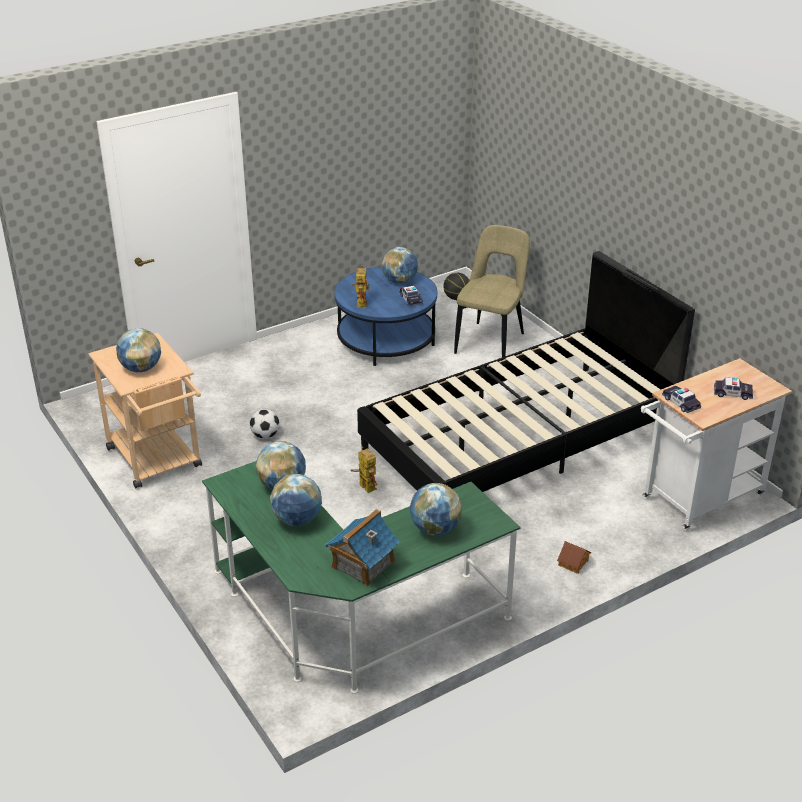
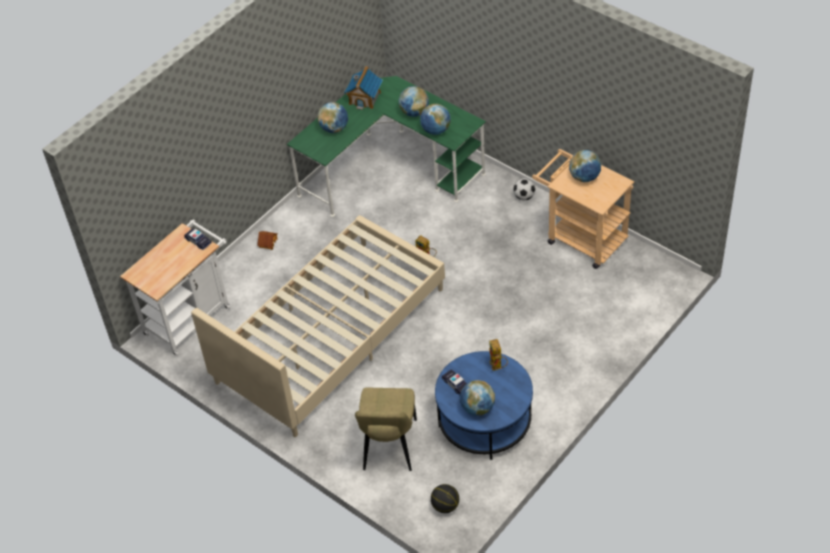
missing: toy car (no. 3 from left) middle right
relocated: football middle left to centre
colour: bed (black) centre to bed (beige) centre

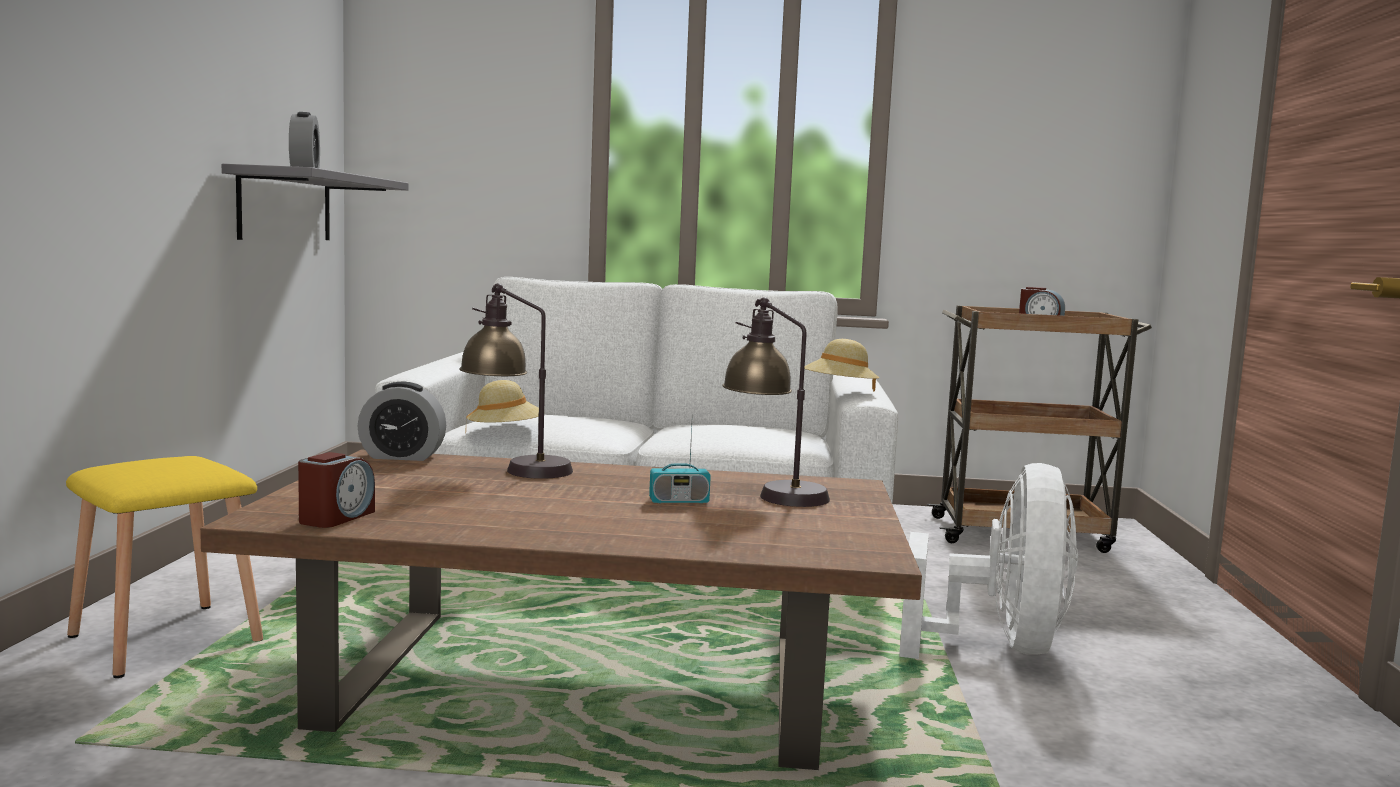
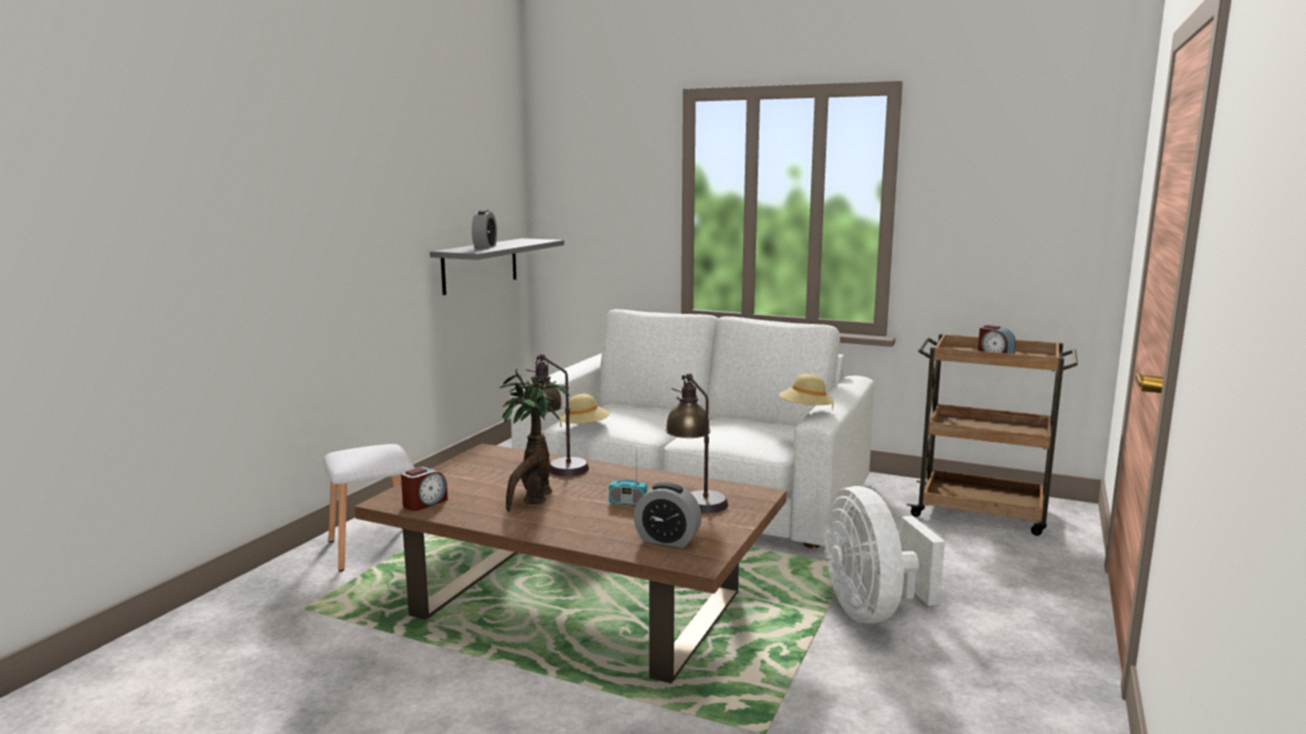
appeared: potted plant centre
relocated: alarm clock (no. 3 from left) middle left to bottom centre
colour: stool (yellow) bottom left to stool (white) bottom left
spun: fan (white) bottom right = bottom right 135 degrees clockwise

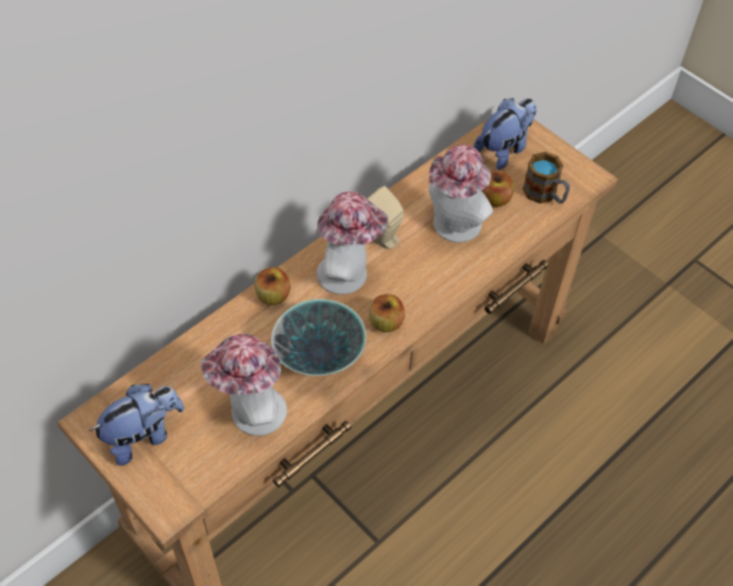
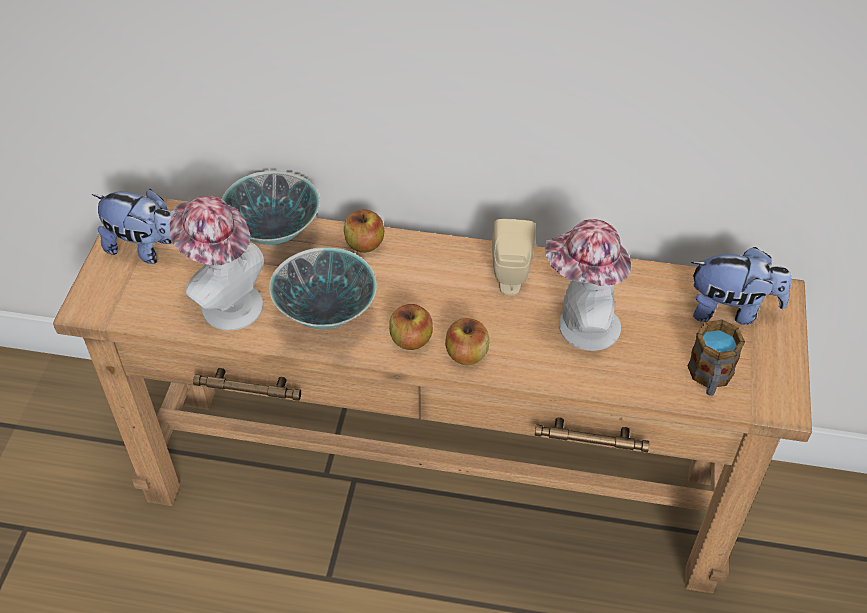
missing: hat (no. 2 from left) centre
appeared: bowl (no. 1 from left) middle left
relocated: apple (no. 3 from left) top right to centre

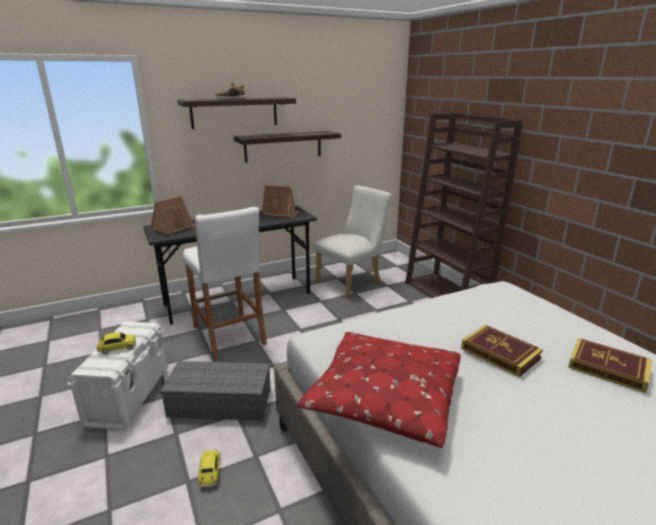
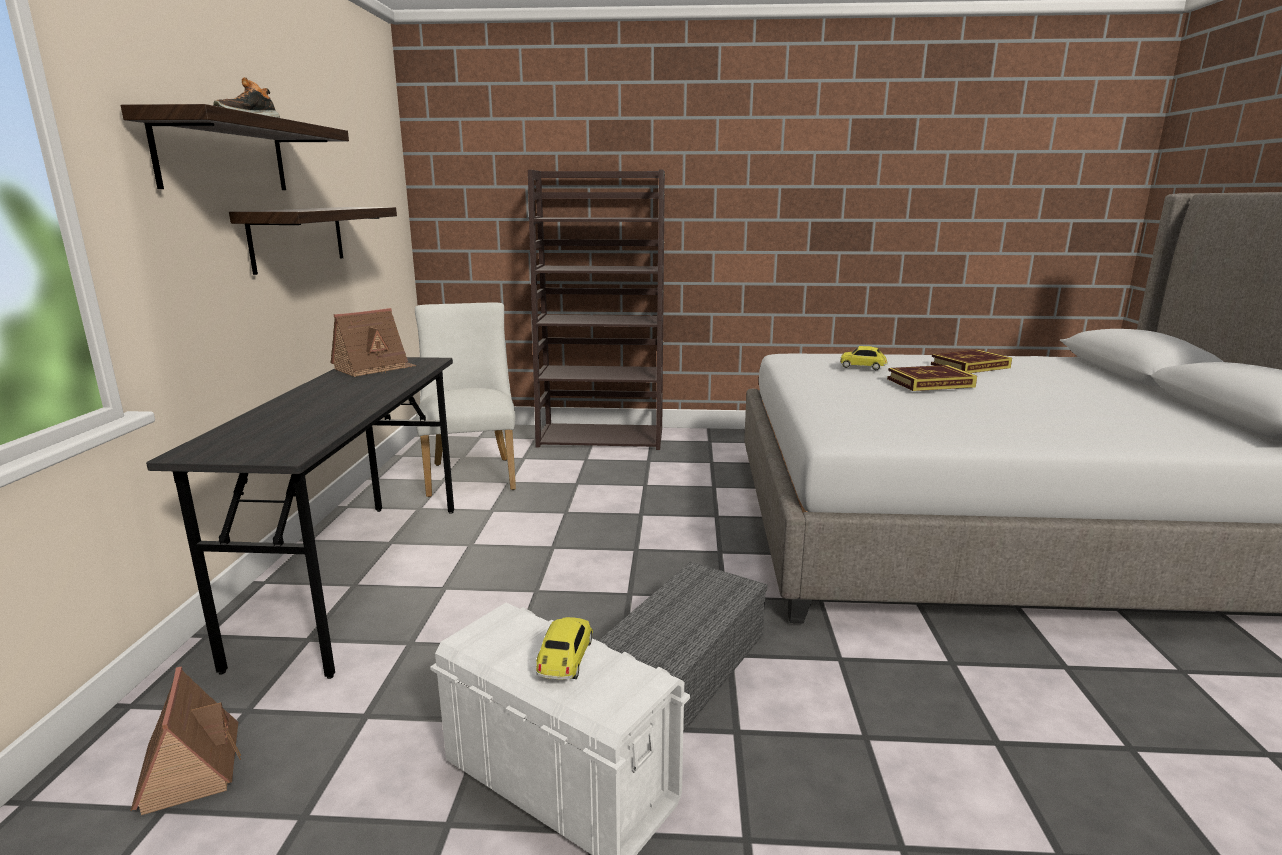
missing: stool (white) centre; pillow (red) bottom centre
relocated: toy house (no. 1 from left) middle left to bottom left; toy car (no. 2 from left) bottom left to middle right

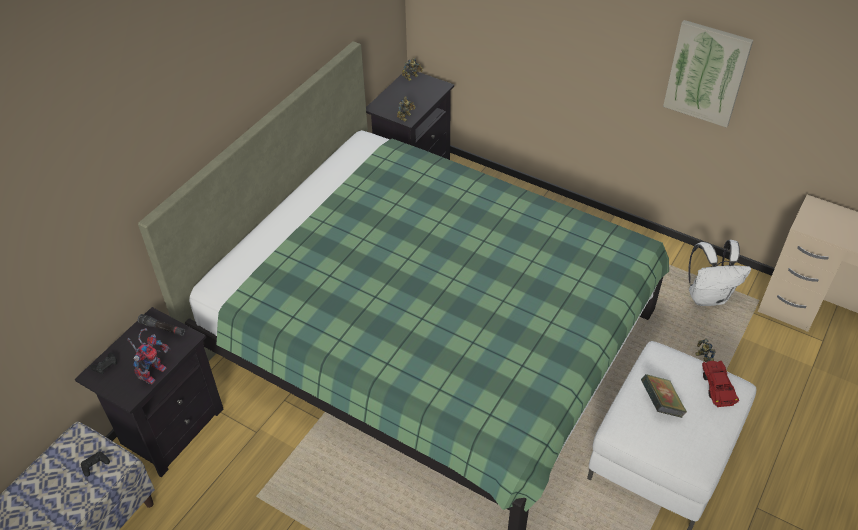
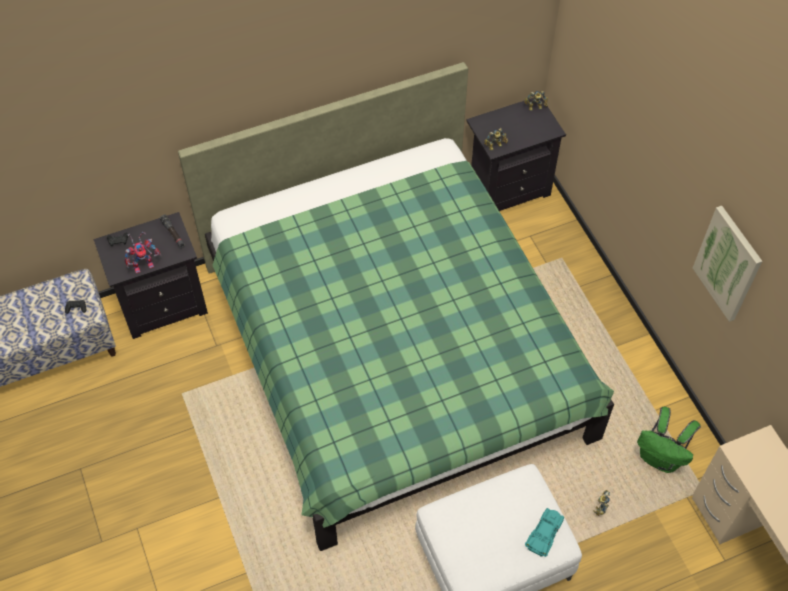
missing: book bottom right
colour: backpack (white) middle right to backpack (green) bottom right; toy car (red) bottom right to toy car (turquoise) bottom right

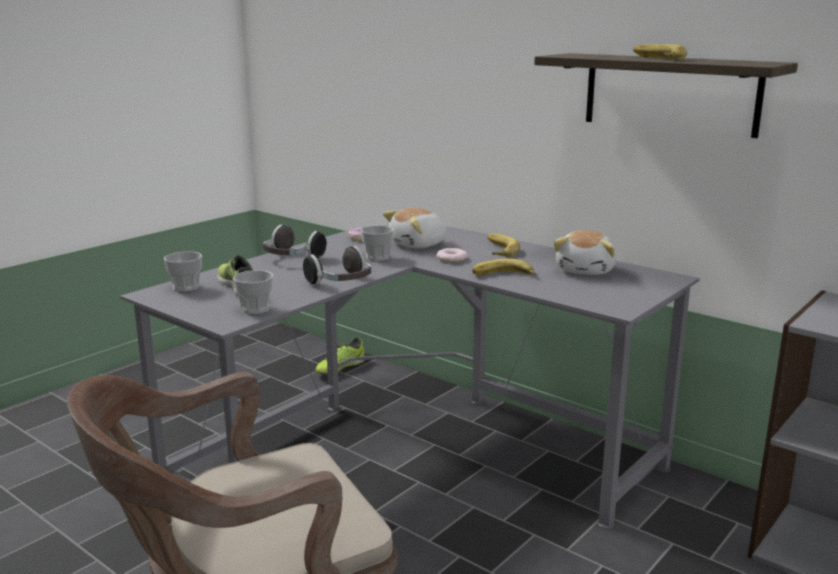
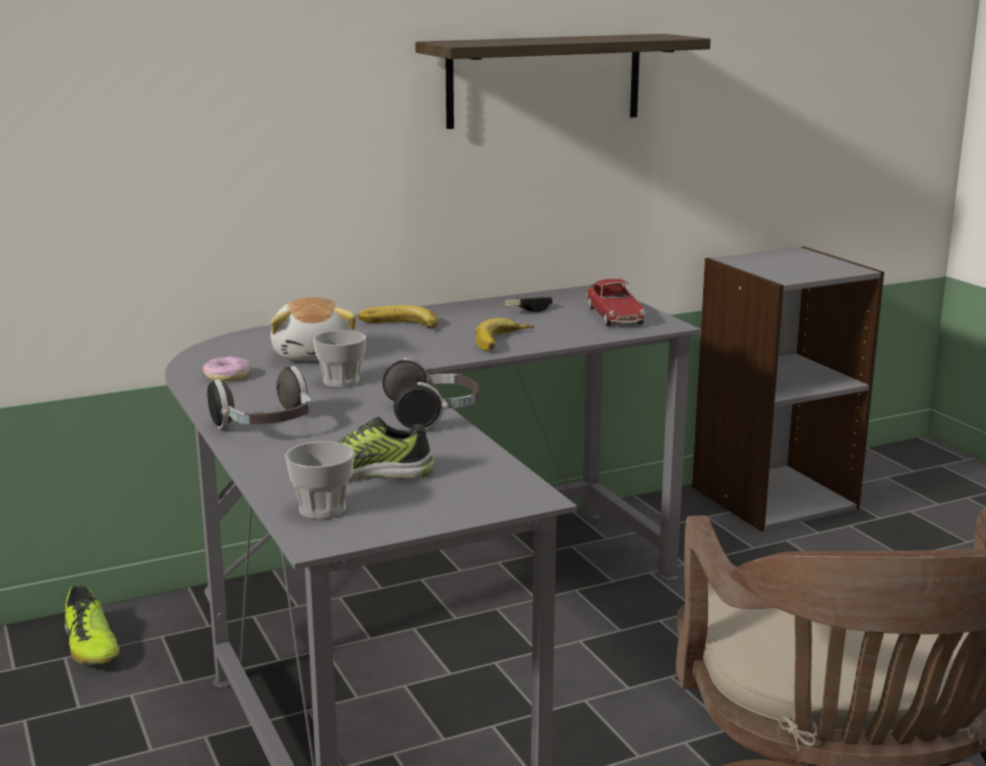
missing: cup (no. 2 from left) middle left; donut (no. 2 from left) centre; banana (no. 3 from left) top right
appeared: toy car centre
exchanged: plush toy (no. 2 from left) middle right to game controller centre

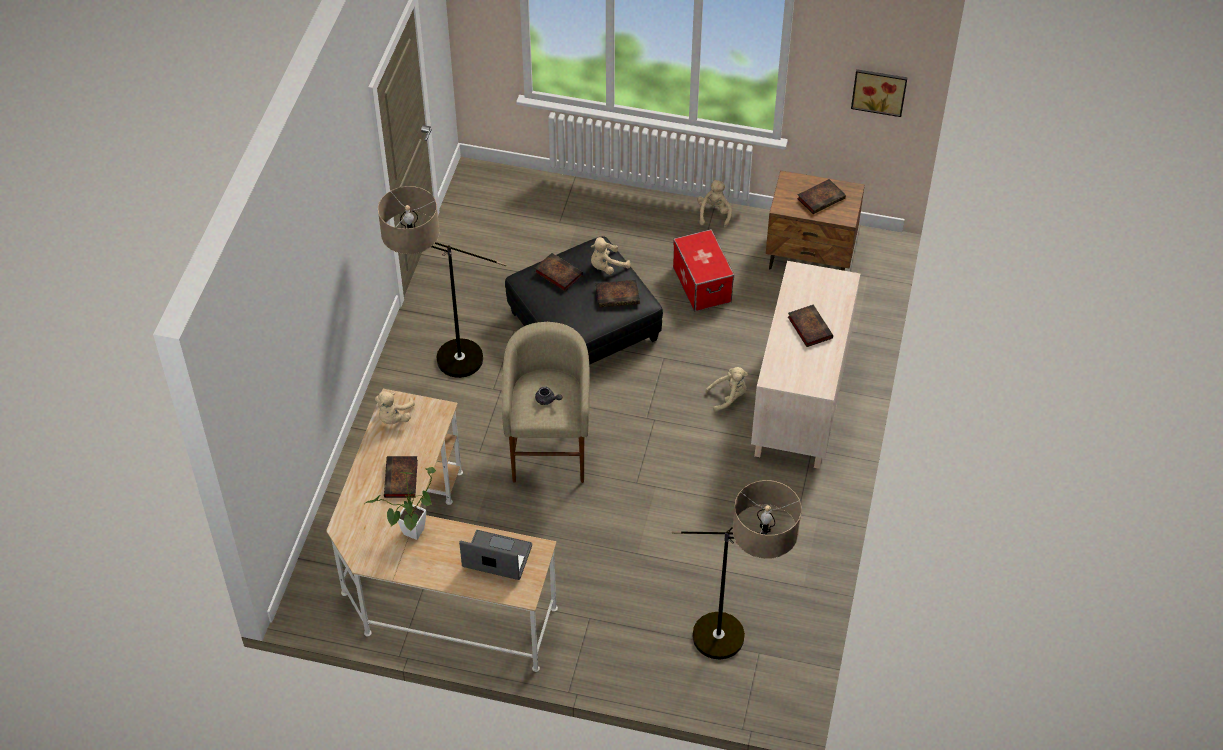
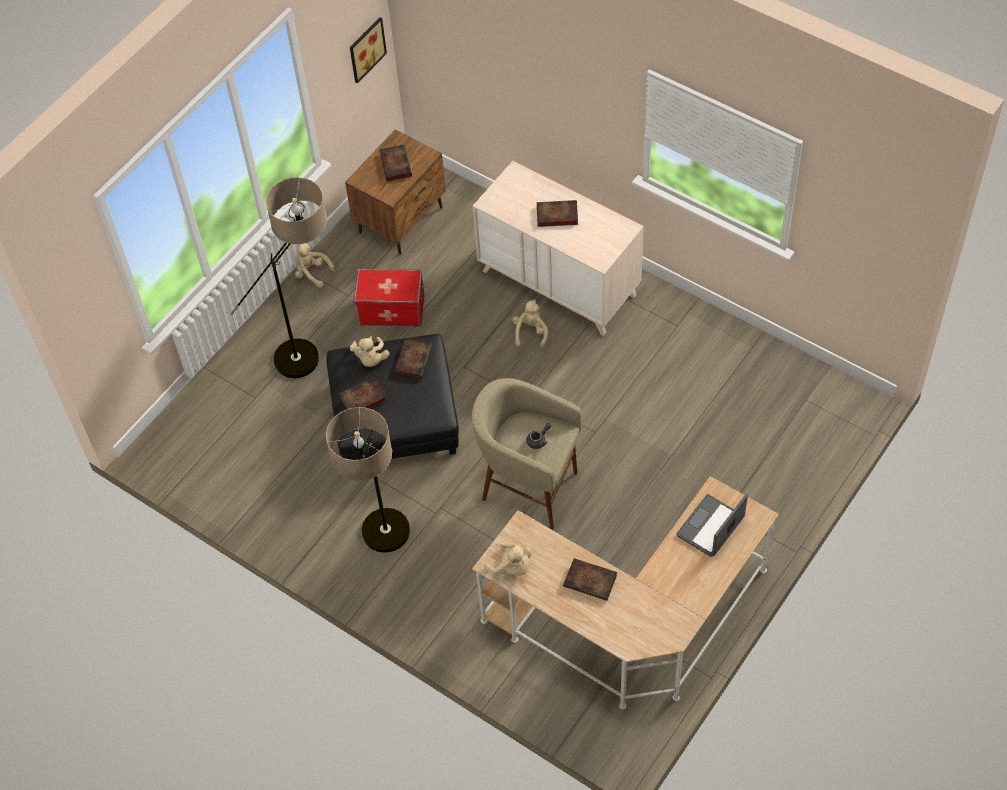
missing: potted plant bottom left
relocated: floor lamp (no. 2 from left in the first image) bottom centre to floor lamp (no. 1 from left) middle left

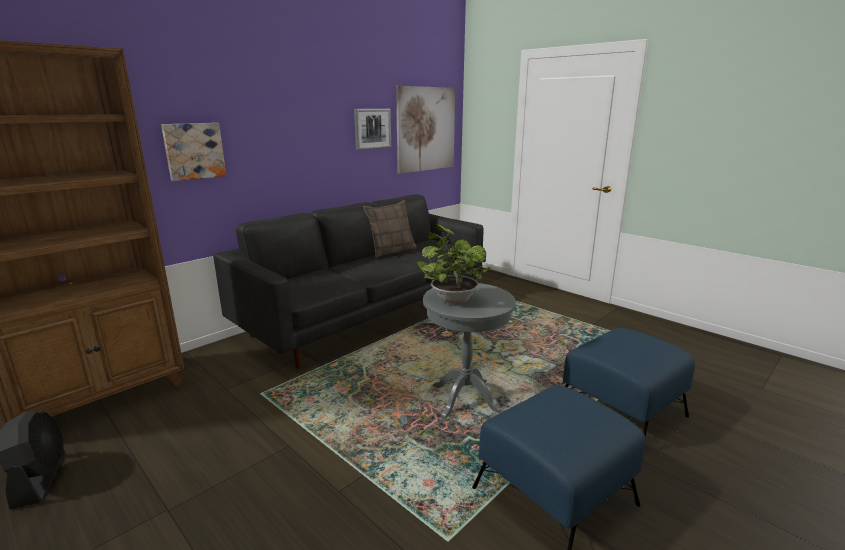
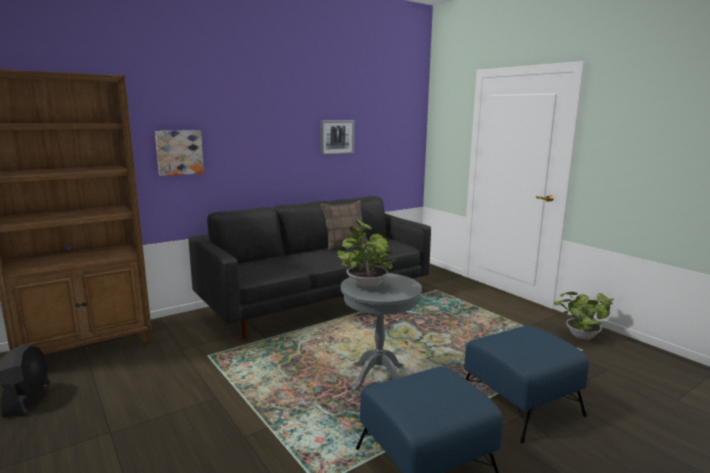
missing: picture (no. 3 from left) top centre
appeared: potted plant (no. 2 from left) bottom right

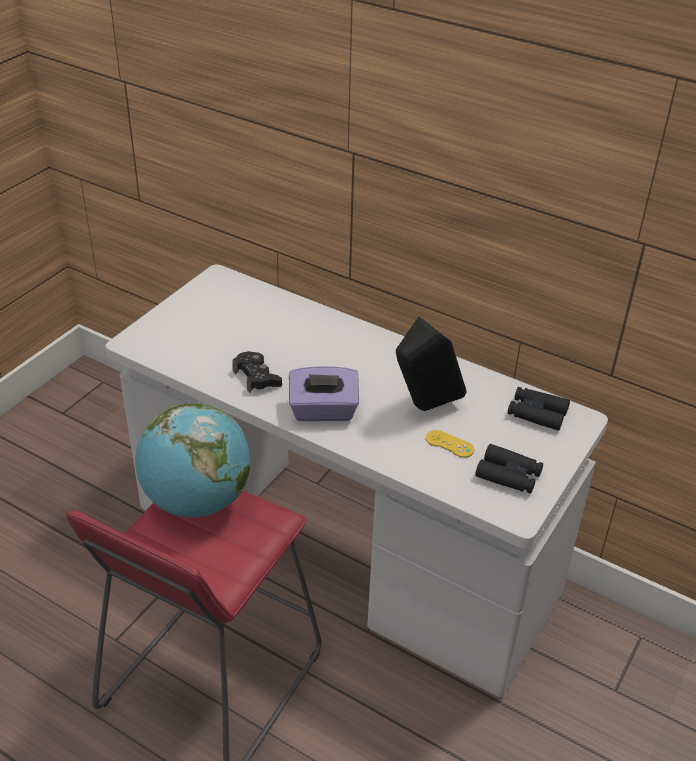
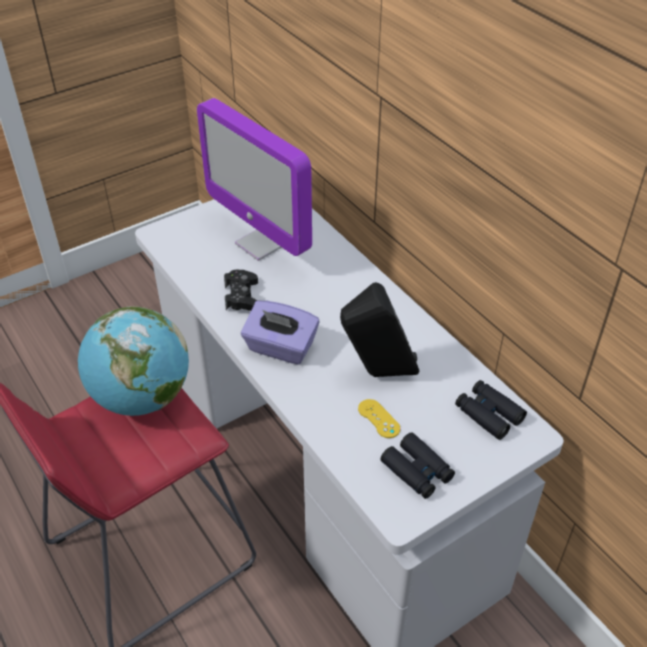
appeared: monitor top centre

